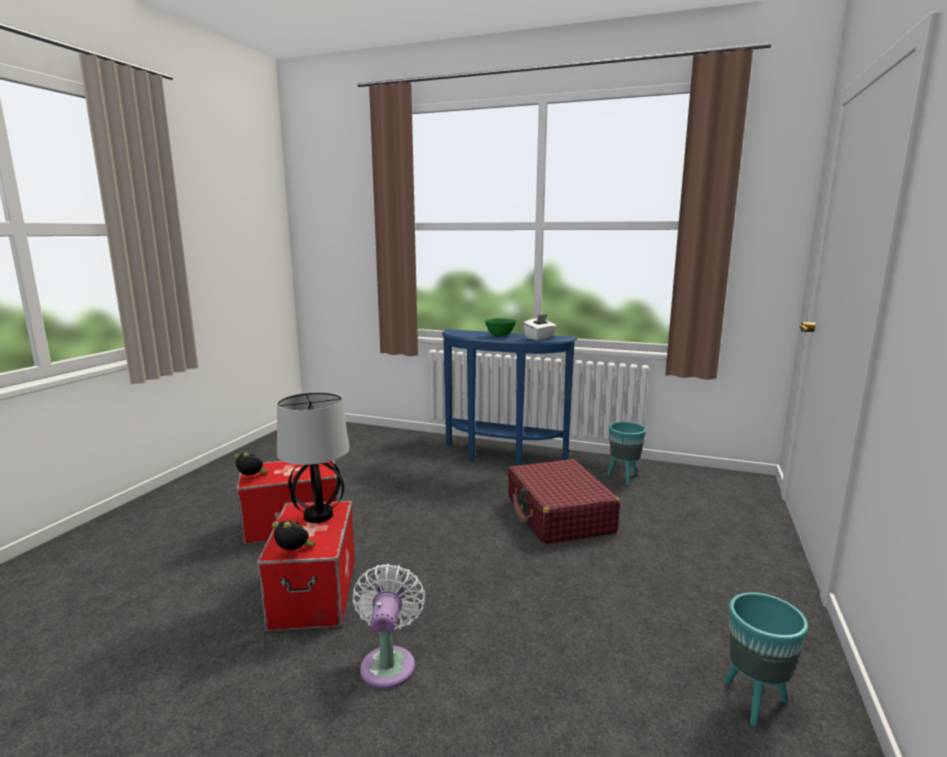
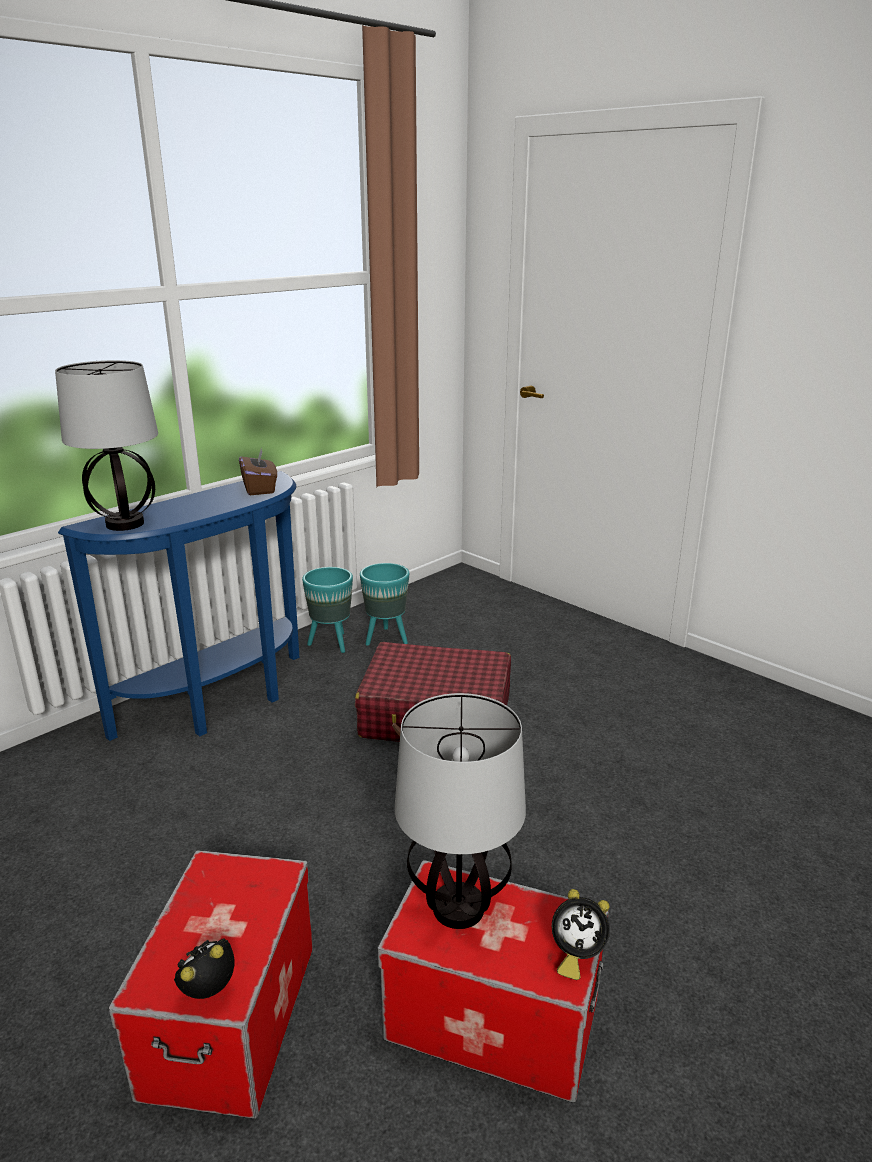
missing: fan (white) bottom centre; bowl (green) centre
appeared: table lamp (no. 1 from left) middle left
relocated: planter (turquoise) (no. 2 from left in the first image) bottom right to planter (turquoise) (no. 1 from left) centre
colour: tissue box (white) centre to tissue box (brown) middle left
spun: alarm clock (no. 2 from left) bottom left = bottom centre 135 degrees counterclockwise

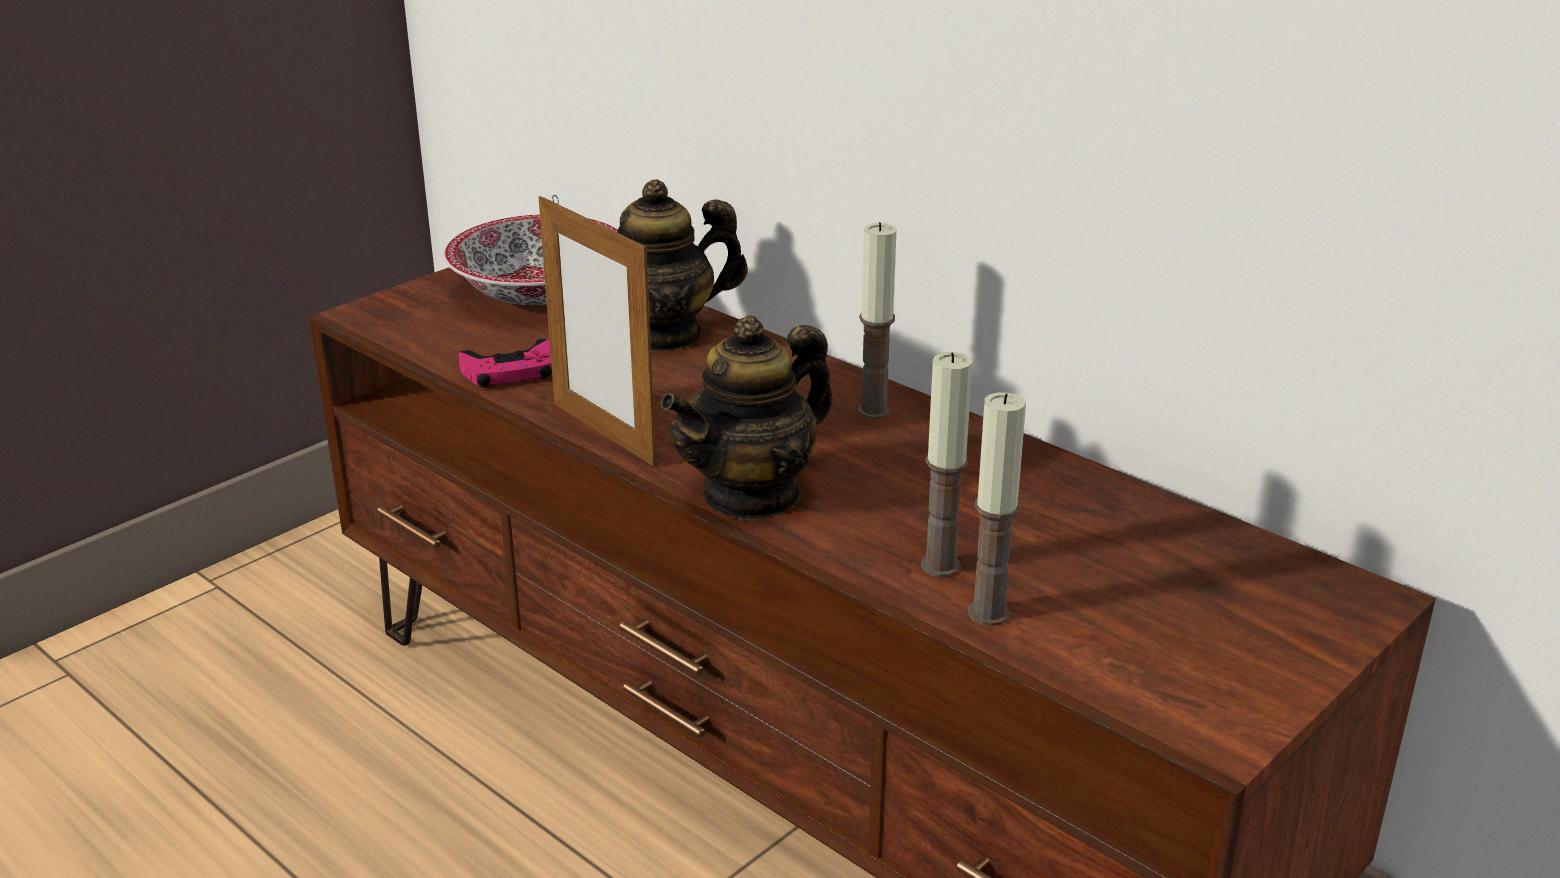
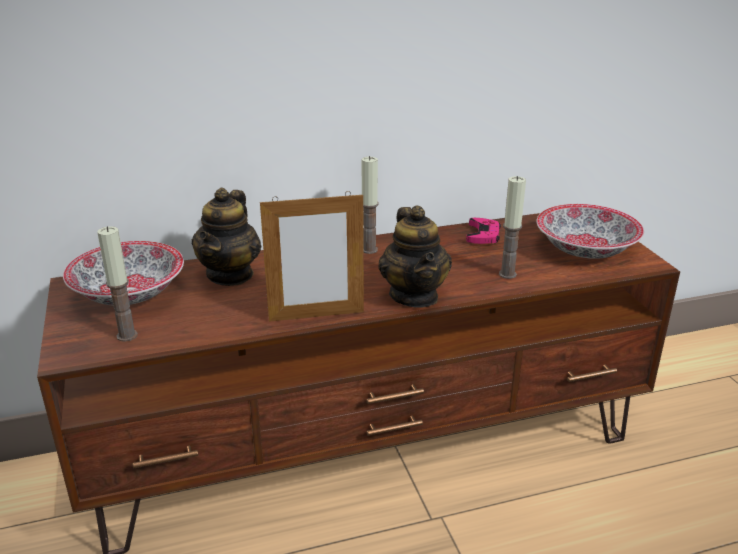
appeared: bowl (no. 2 from left) middle right
relocated: game controller (pink) middle left to centre; candle (no. 3 from left in the first image) centre to candle (no. 1 from left) middle left

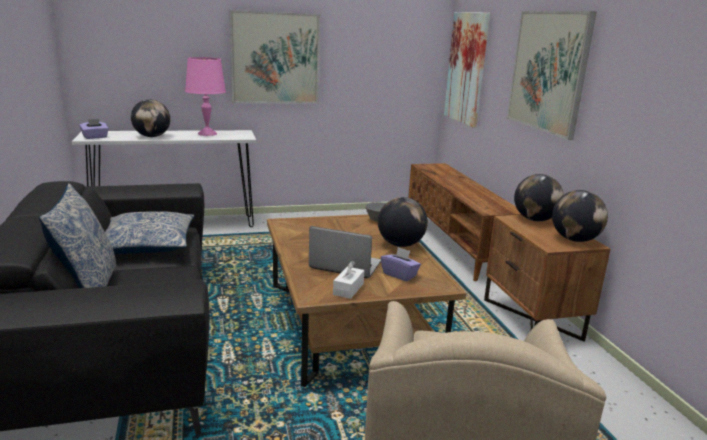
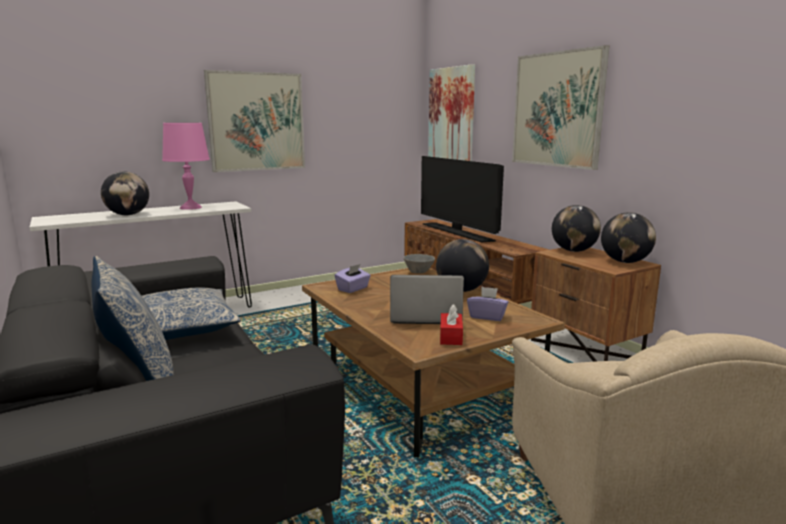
appeared: television centre
relocated: tissue box (purple) (no. 1 from left) top left to centre
colour: tissue box (white) centre to tissue box (red) centre

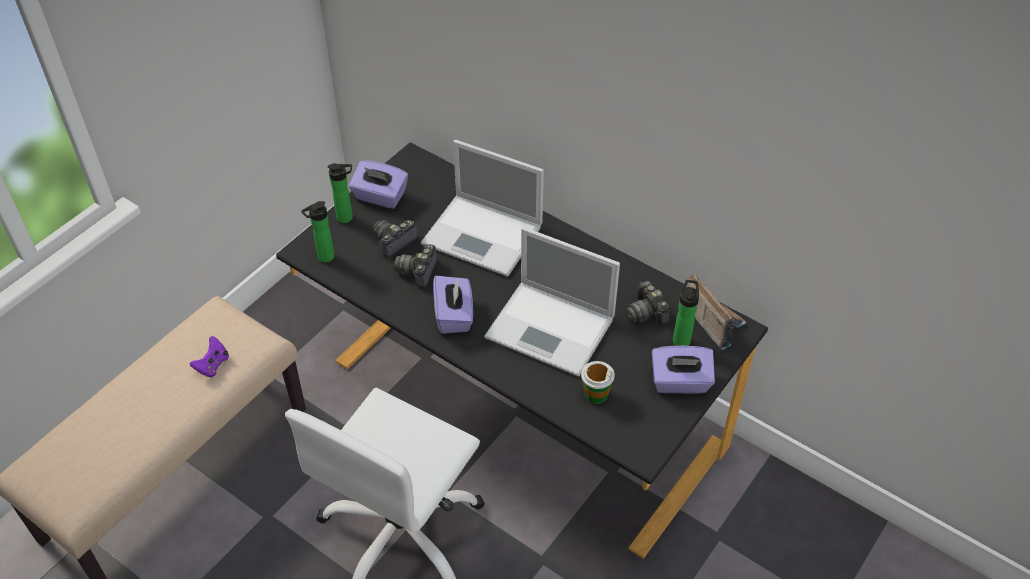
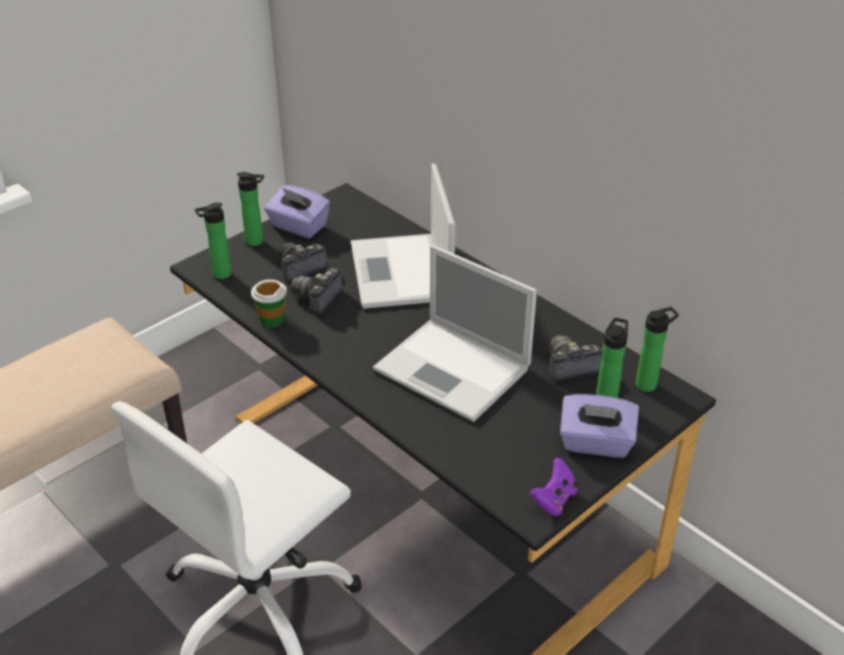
missing: tissue box (purple) (no. 2 from left) centre
relocated: game controller (purple) middle left to bottom centre; cup centre to middle left
exchanged: radio middle right to bottle (no. 4 from left) middle right
spun: laptop (no. 1 from left) centre = centre 45 degrees clockwise; photo camera (no. 3 from left) centre = middle right 90 degrees clockwise

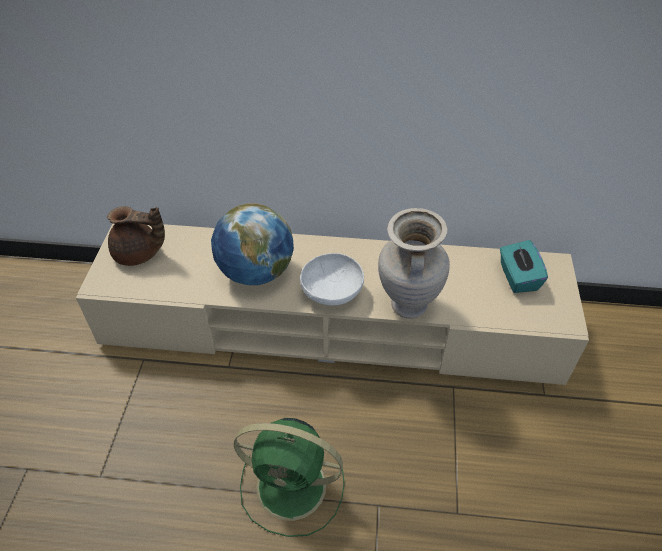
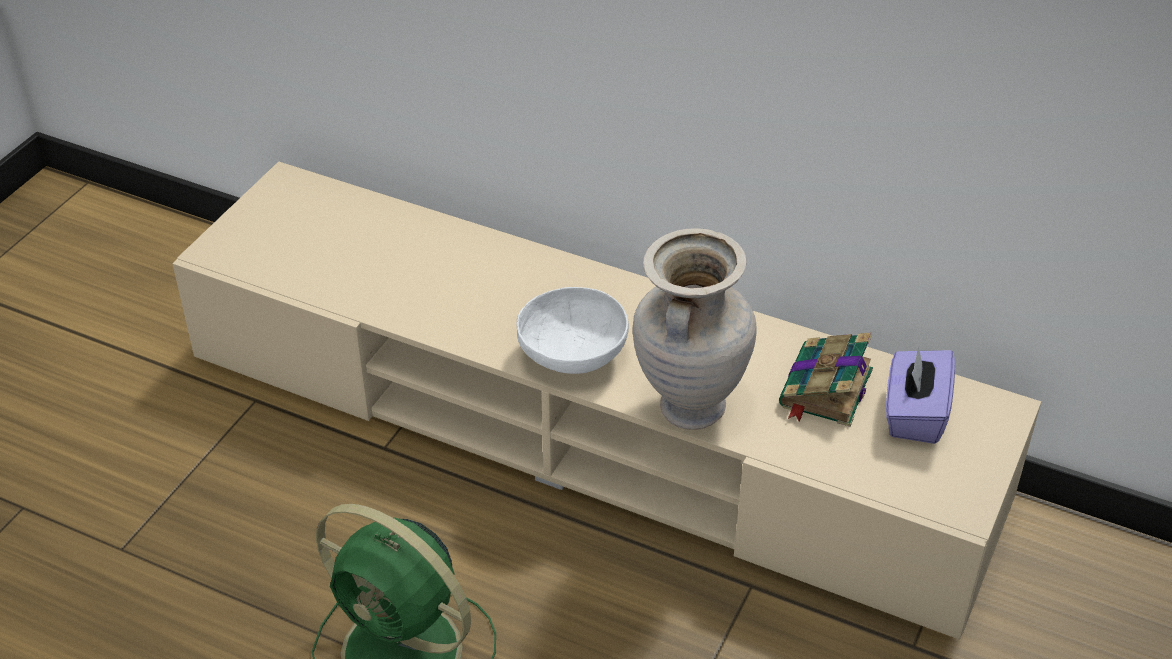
missing: teapot (brown) middle left; globe centre
appeared: book middle right
colour: tissue box (turquoise) middle right to tissue box (purple) middle right

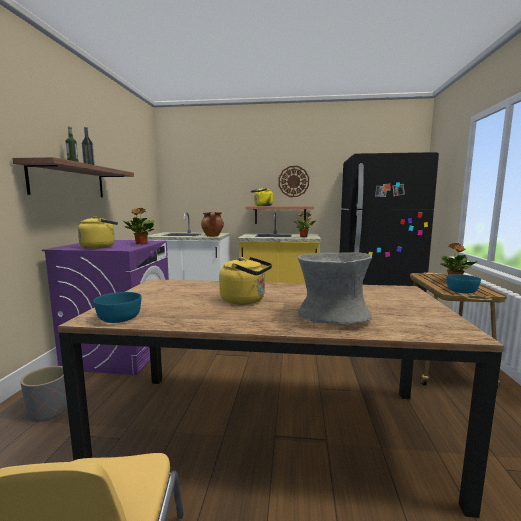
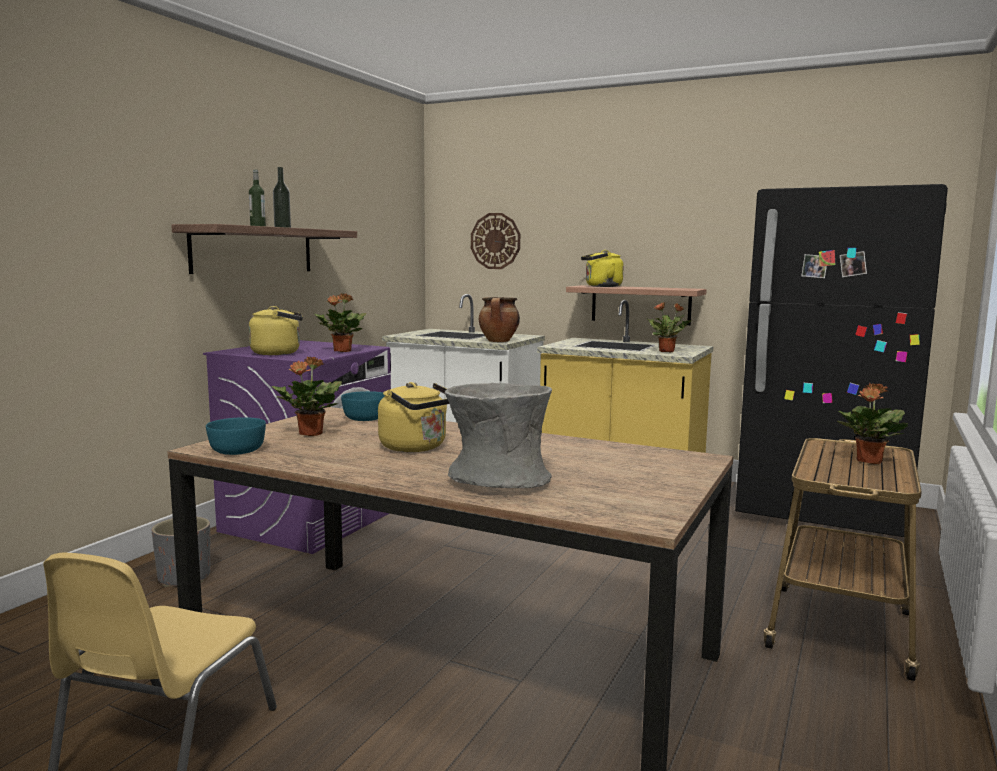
appeared: potted plant (no. 1 from left) middle left
relocated: wall clock centre to top centre; bowl (turquoise) (no. 2 from left) middle right to centre

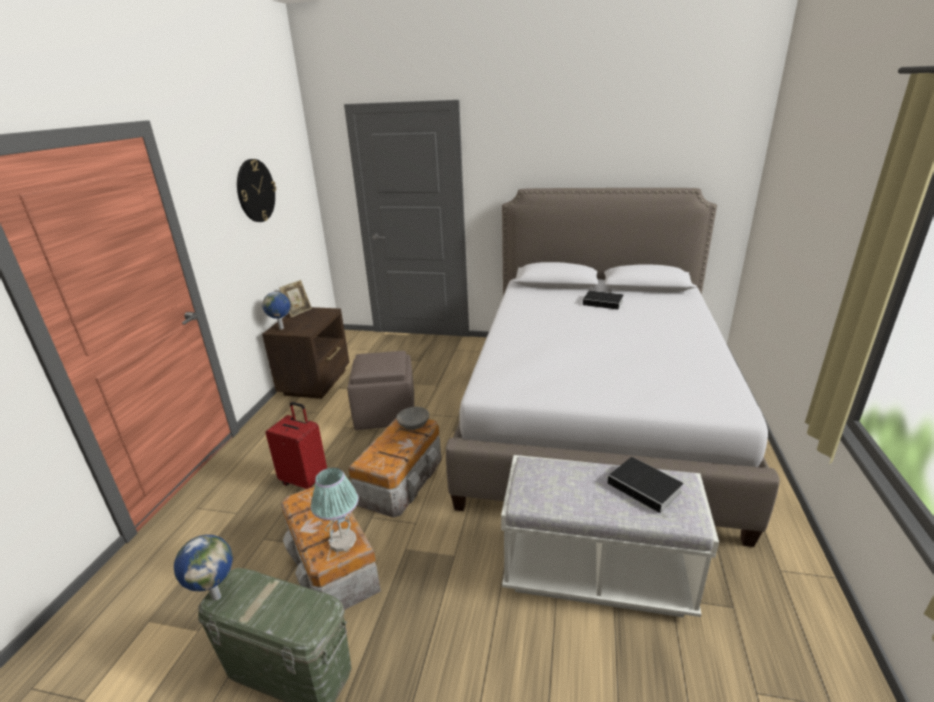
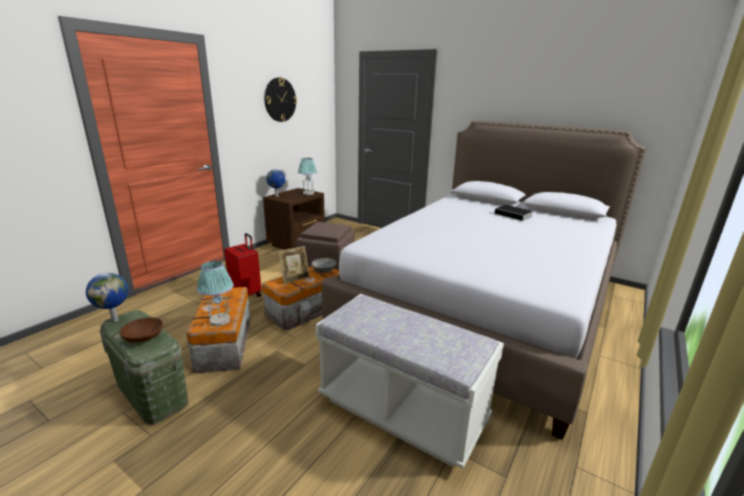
missing: book (no. 2 from left) bottom right
appeared: bowl (brown) middle left; table lamp (no. 2 from left) centre
relocated: picture frame middle left to centre

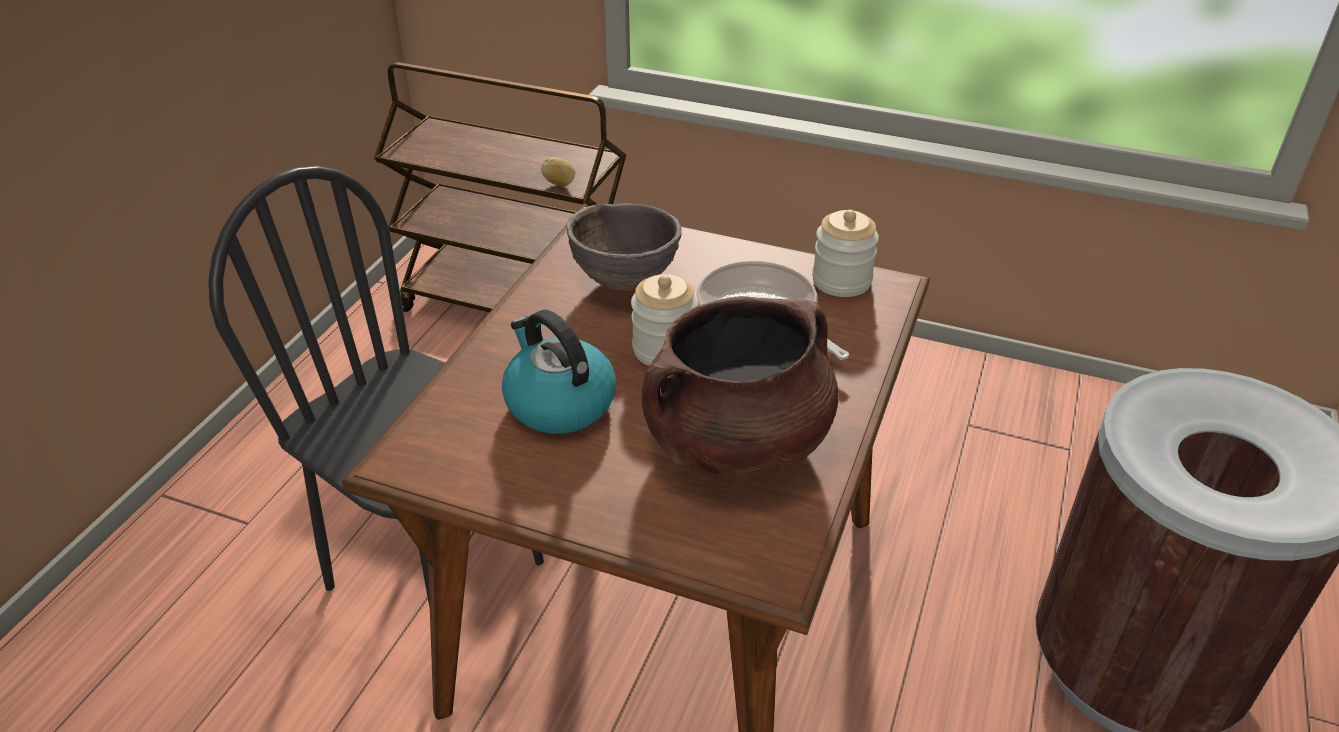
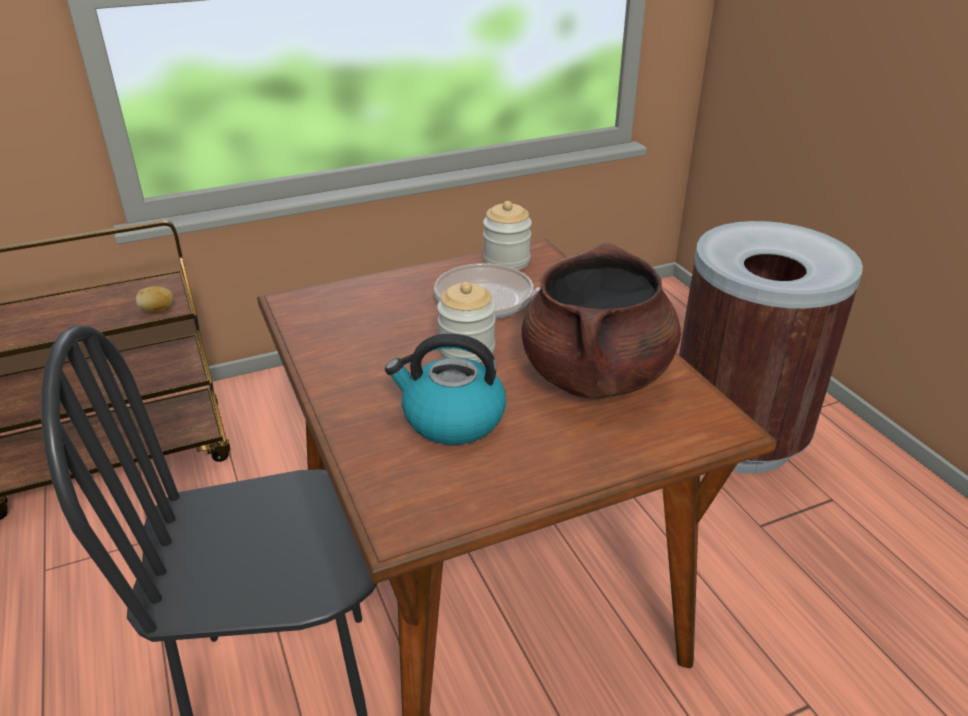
missing: bowl (brown) centre

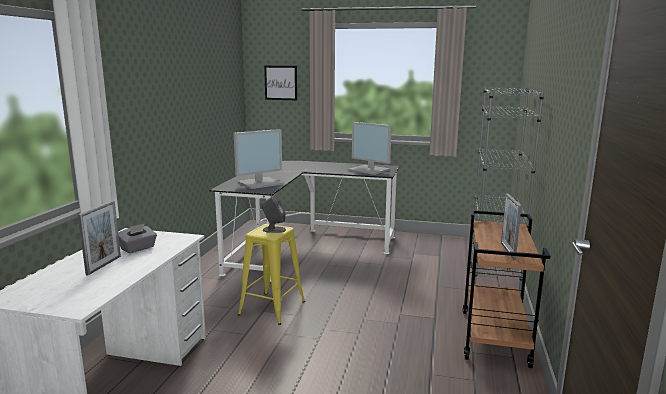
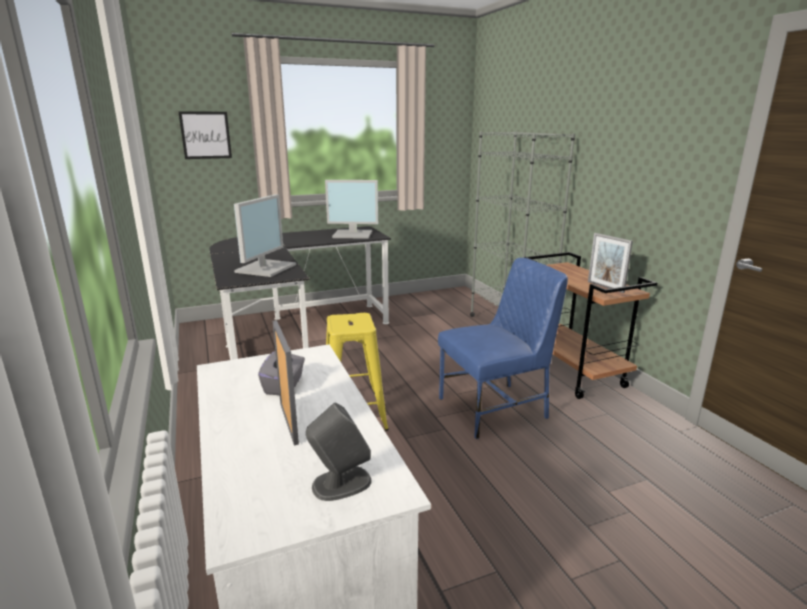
appeared: chair (blue) centre
relocated: speaker (grey) centre to bottom centre

